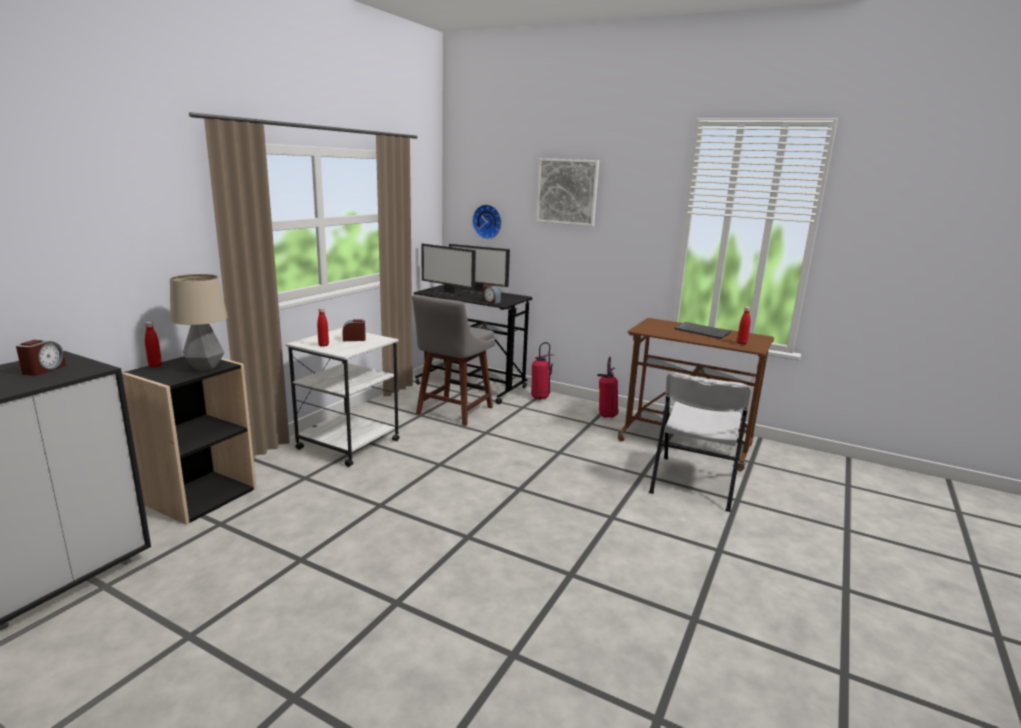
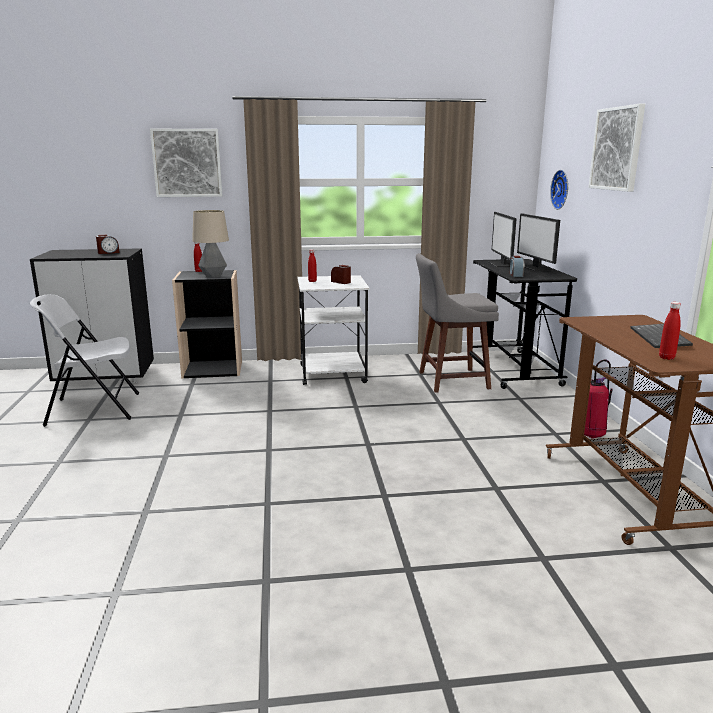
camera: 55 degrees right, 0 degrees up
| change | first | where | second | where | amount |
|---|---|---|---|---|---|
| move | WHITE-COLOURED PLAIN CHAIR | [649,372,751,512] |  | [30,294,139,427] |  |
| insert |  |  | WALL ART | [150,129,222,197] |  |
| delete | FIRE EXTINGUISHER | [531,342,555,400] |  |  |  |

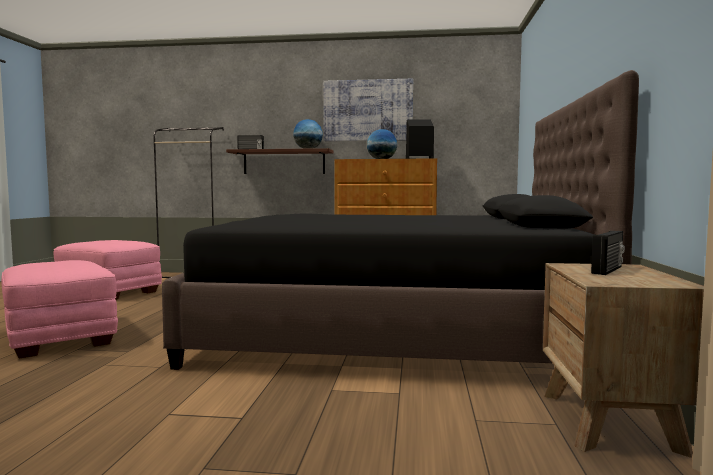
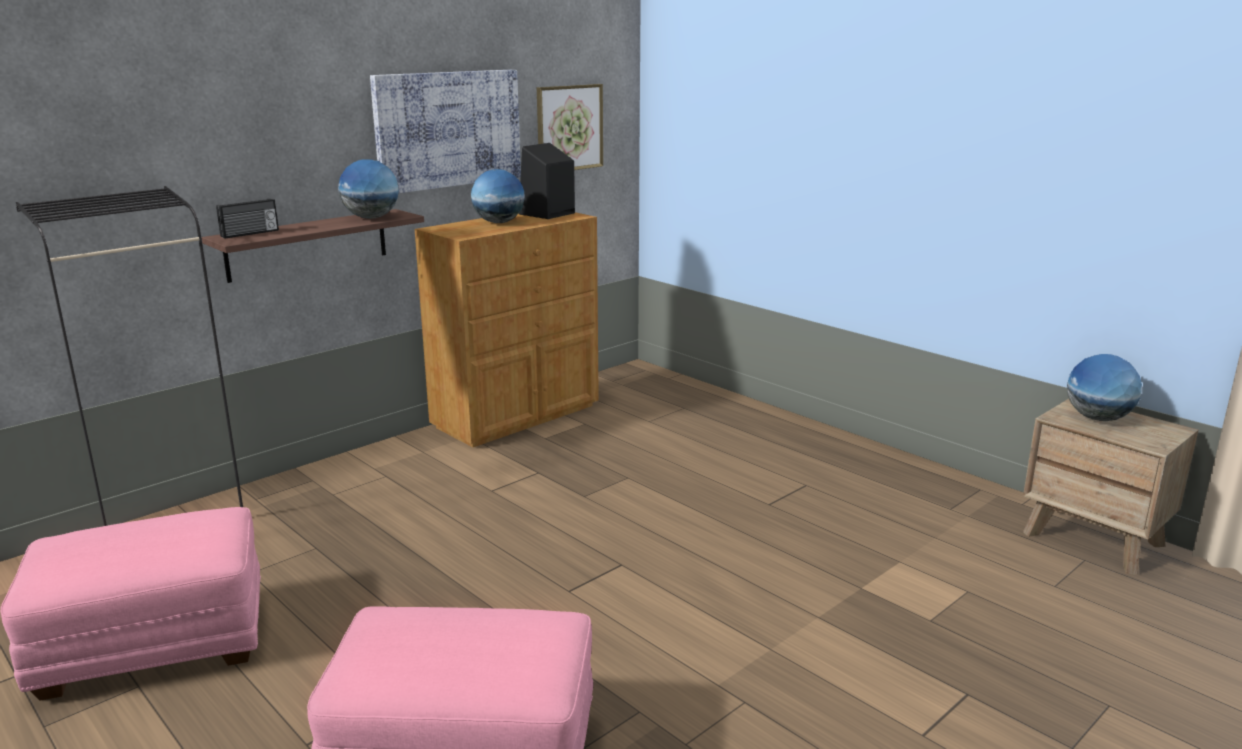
camera: 50 degrees left, 15 degrees up
| change | first | where | second | where | amount |
|---|---|---|---|---|---|
| insert |  |  | WALL ART | [537,84,603,170] |  |
| replace | RADIO RECEIVER | [591,231,625,275] | DESK GLOBE | [1067,354,1142,421] |  |
| delete | BLACK BEDROOM BED | [162,70,639,370] |  |  |  |

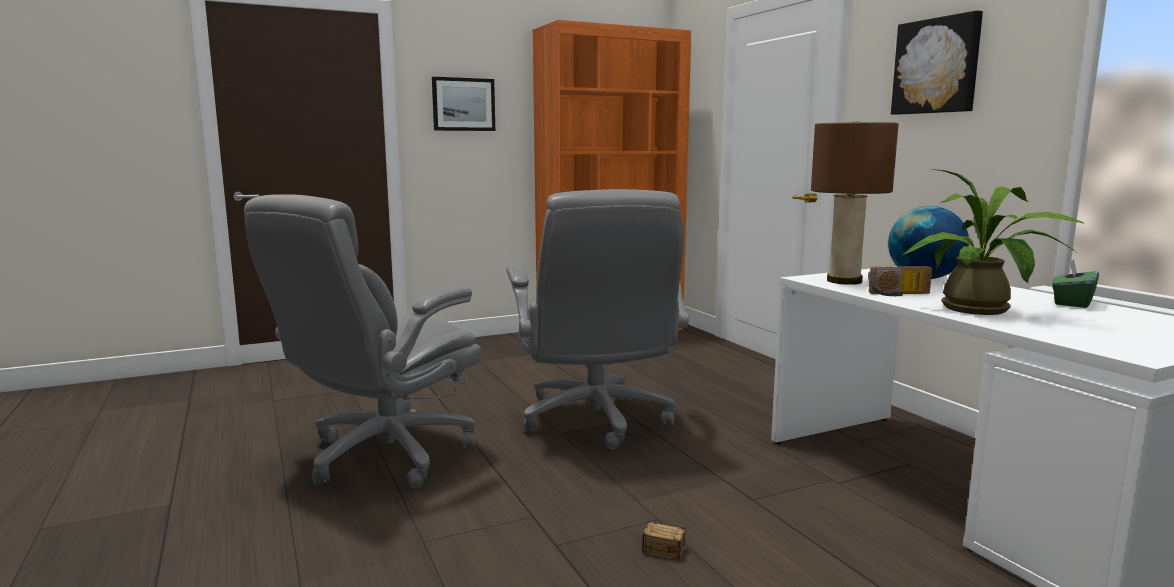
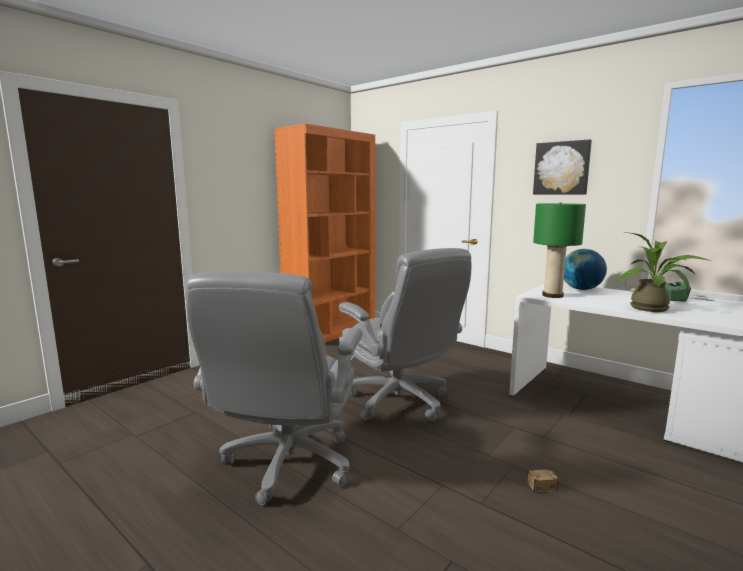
camera: 25 degrees left, 0 degrees up
| change | first | where | second | where | amount |
|---|---|---|---|---|---|
| recolor | BROWNISH TABLETOP LAMP | [811,121,899,285] | GREENISH TABLETOP LAMP | [533,202,586,298] |  |
| delete | WALL ART | [432,77,495,131] |  |  |  |
| delete | RADIO RECEIVER | [868,266,932,296] |  |  |  |

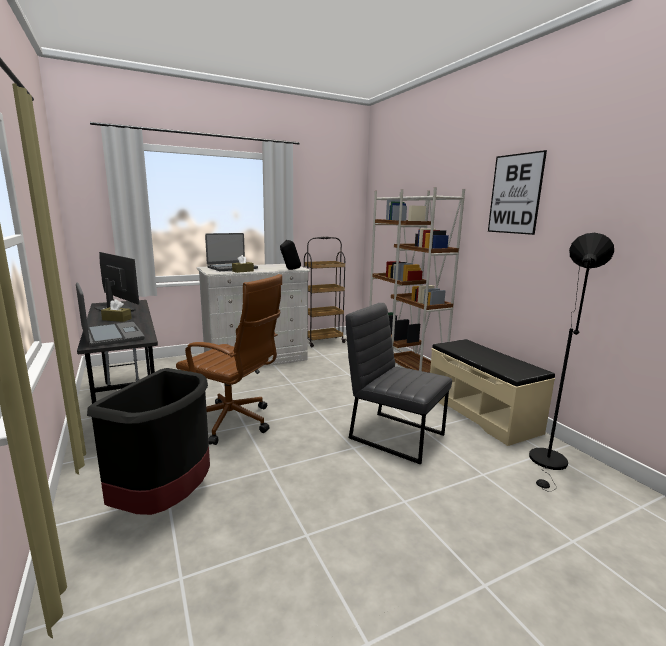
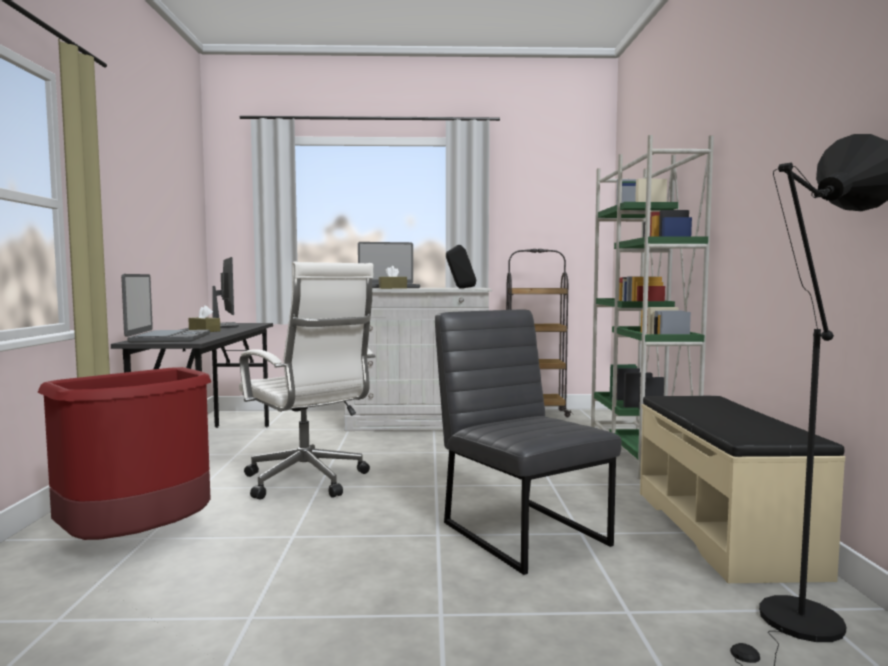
camera: 25 degrees right, 10 degrees down
| change | first | where | second | where | amount |
|---|---|---|---|---|---|
| recolor | BLACK RUBBISH BIN | [87,368,210,515] | RED RUBBISH BIN | [38,367,211,540] |  |
| recolor | BROWNISH COMPUTER CHAIR | [176,274,282,445] | WHITE-COLOURED COMPUTER CHAIR | [239,261,376,500] |  |
| recolor | BROWNISH SHELVING UNIT | [369,187,465,373] | GREENISH SHELVING UNIT | [591,135,714,479] |  |
| delete | WALL ART | [488,150,547,235] |  |  |  |

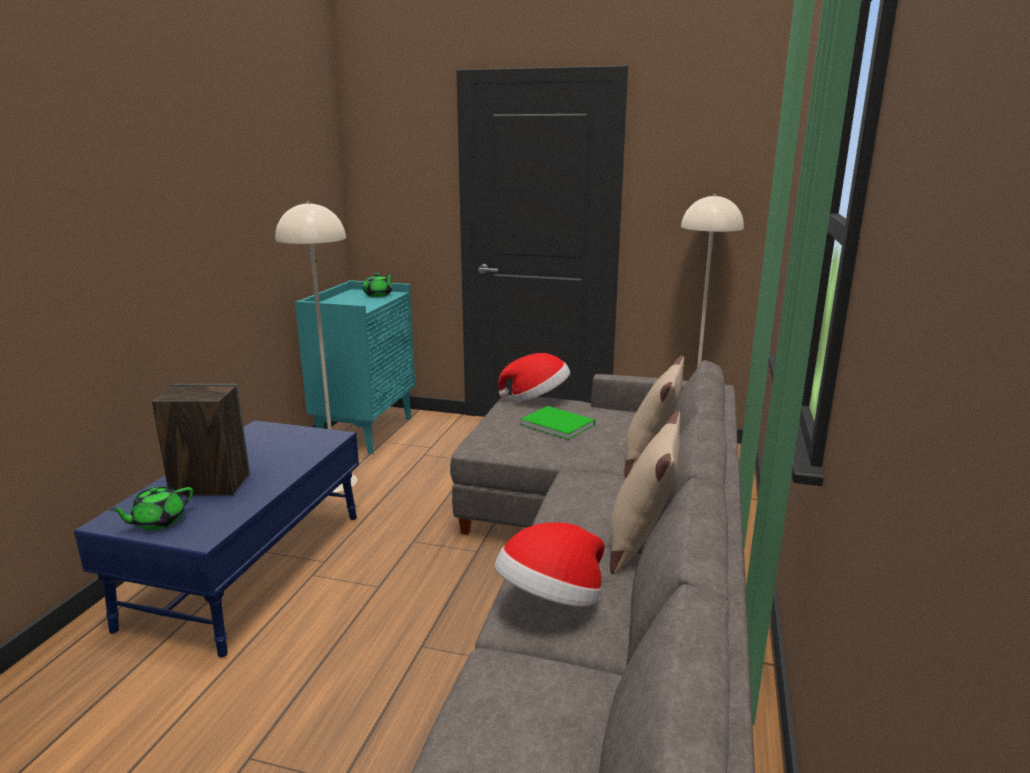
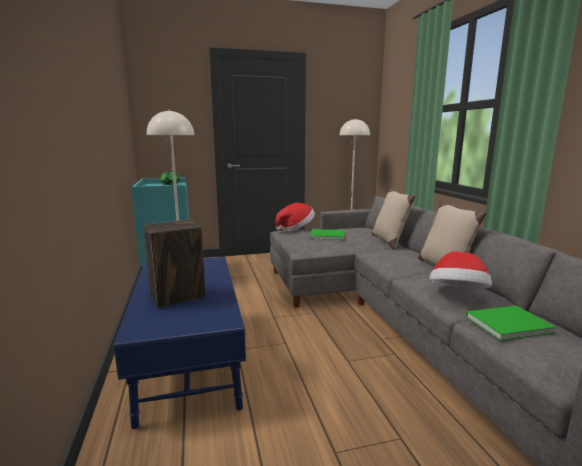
camera: 30 degrees left, 5 degrees down
| change | first | where | second | where | amount |
|---|---|---|---|---|---|
| insert |  |  | GREENISH BOUND BOOK | [466,306,556,341] |  |
| delete | GREENISH TEAPOT | [109,487,193,530] |  |  |  |

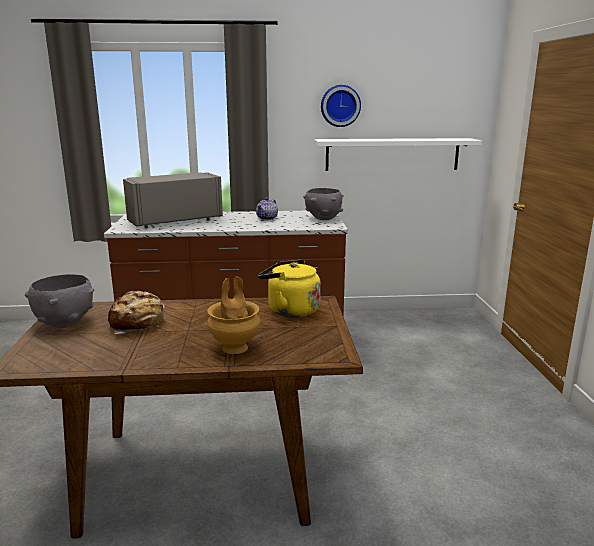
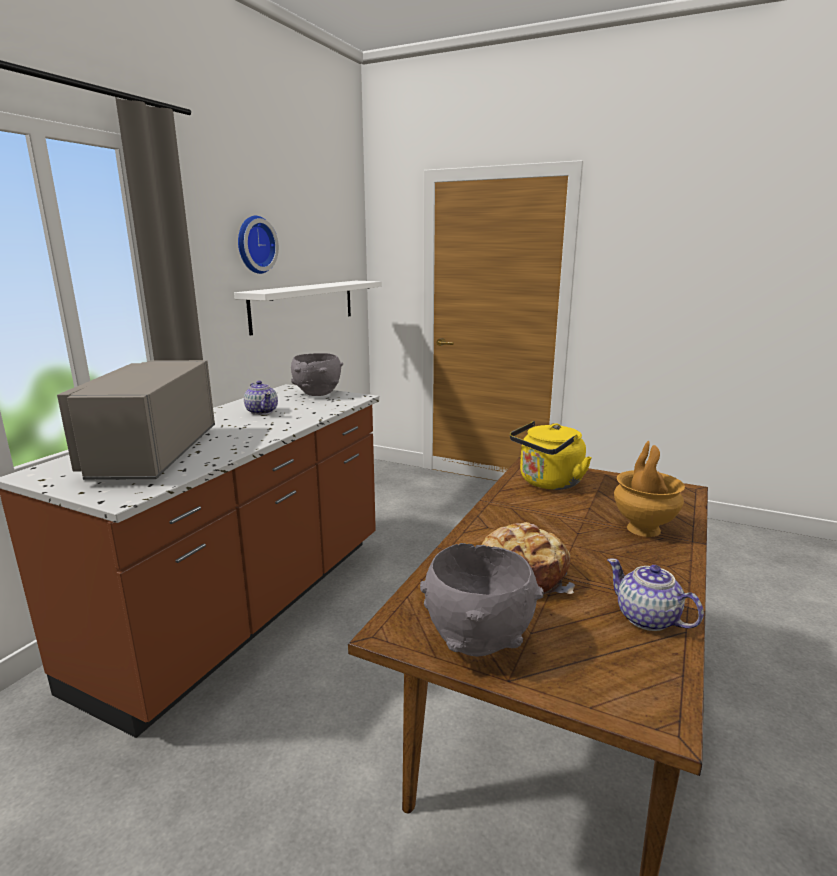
camera: 60 degrees left, 0 degrees up
| change | first | where | second | where | amount |
|---|---|---|---|---|---|
| insert |  |  | TEAPOT | [607,558,704,631] |  |

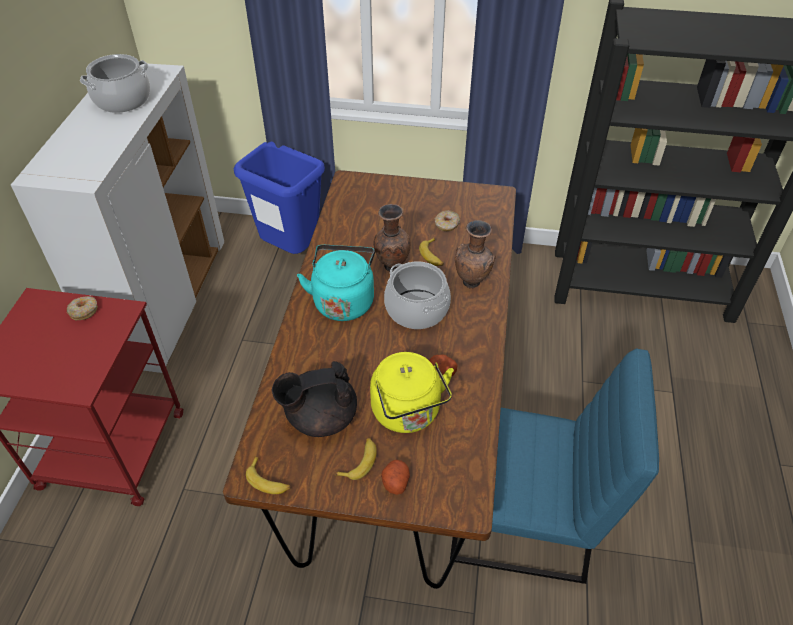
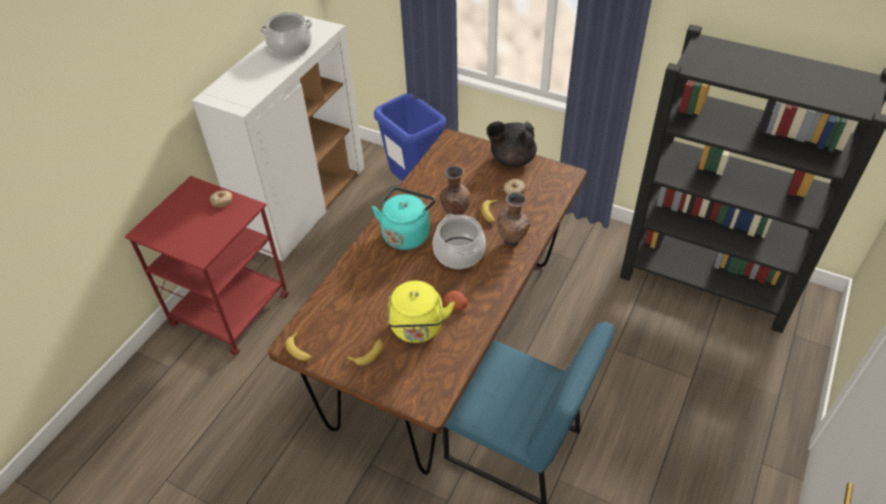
camera: 20 degrees right, 0 degrees up
| change | first | where | second | where | amount |
|---|---|---|---|---|---|
| move | BLACK TEAPOT | [272,361,357,437] |  | [486,121,537,167] |  |
| delete | WHOLE POTATO | [381,460,410,495] |  |  |  |

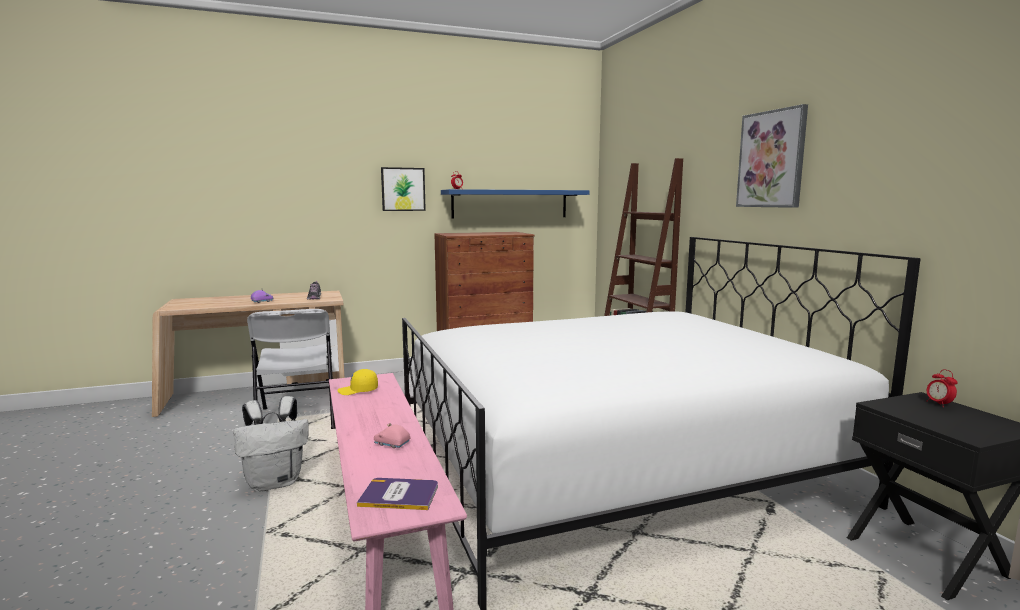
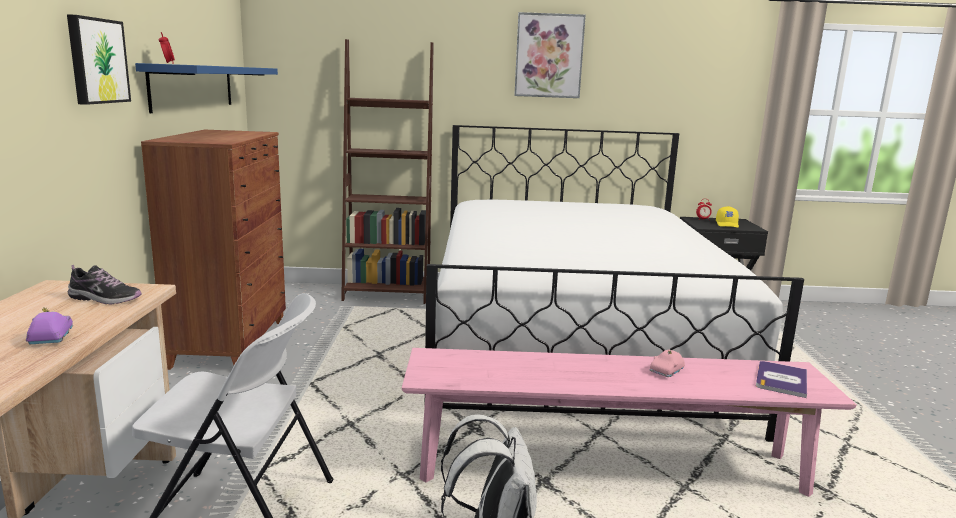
camera: 70 degrees left, 5 degrees up
| change | first | where | second | where | amount |
|---|---|---|---|---|---|
| move | YELLOWISH CAP | [337,369,378,395] |  | [716,206,739,228] |  |

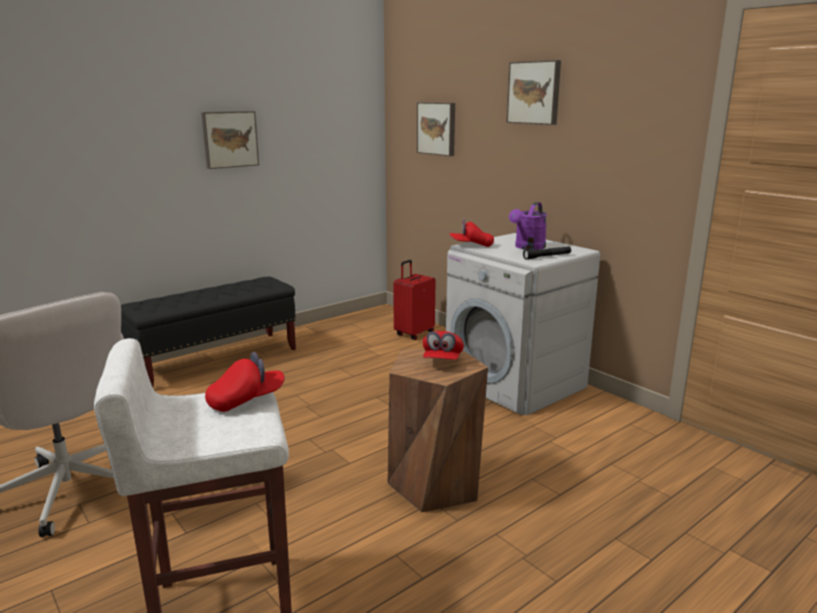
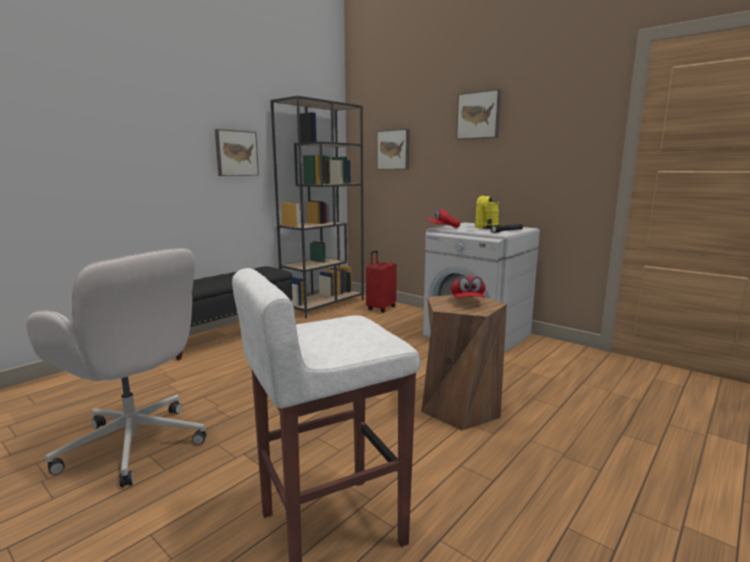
camera: 10 degrees left, 5 degrees down
| change | first | where | second | where | amount |
|---|---|---|---|---|---|
| insert |  |  | SHELVING UNIT | [270,96,364,318] |  |
| recolor | PURPLISH WATERING POT | [509,202,547,250] | YELLOWISH WATERING POT | [475,194,500,229] |  |
| delete | RED CAP | [205,352,285,412] |  |  |  |

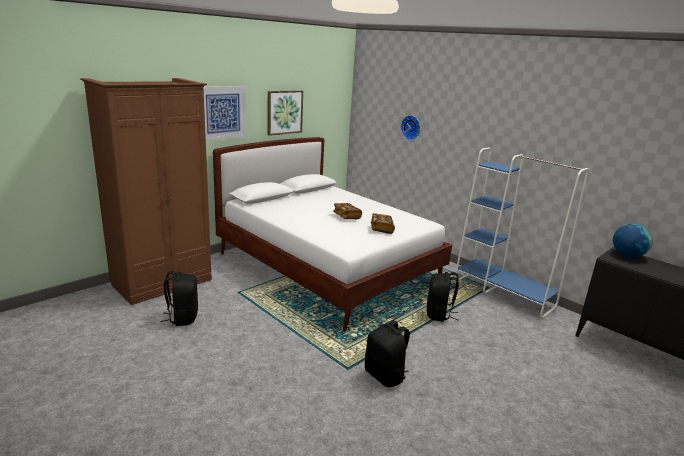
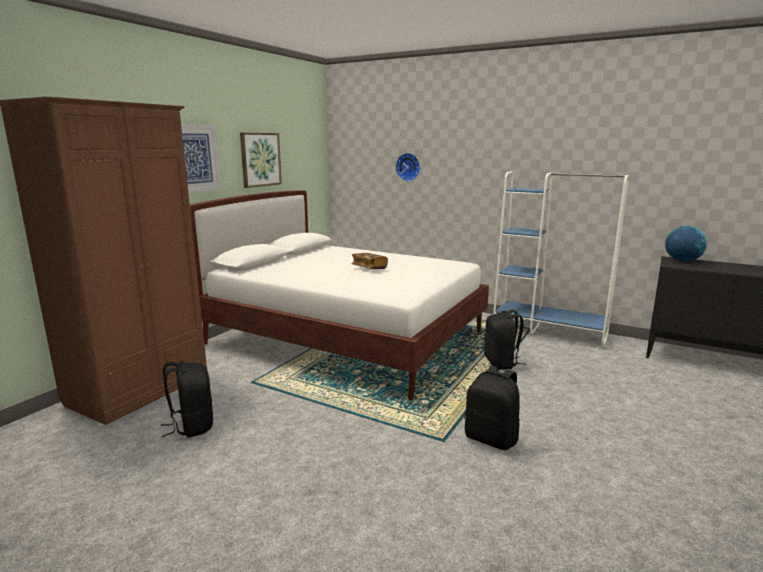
camera: 15 degrees left, 5 degrees down
| change | first | where | second | where | amount |
|---|---|---|---|---|---|
| delete | BOUND BOOK | [371,213,395,234] |  |  |  |

